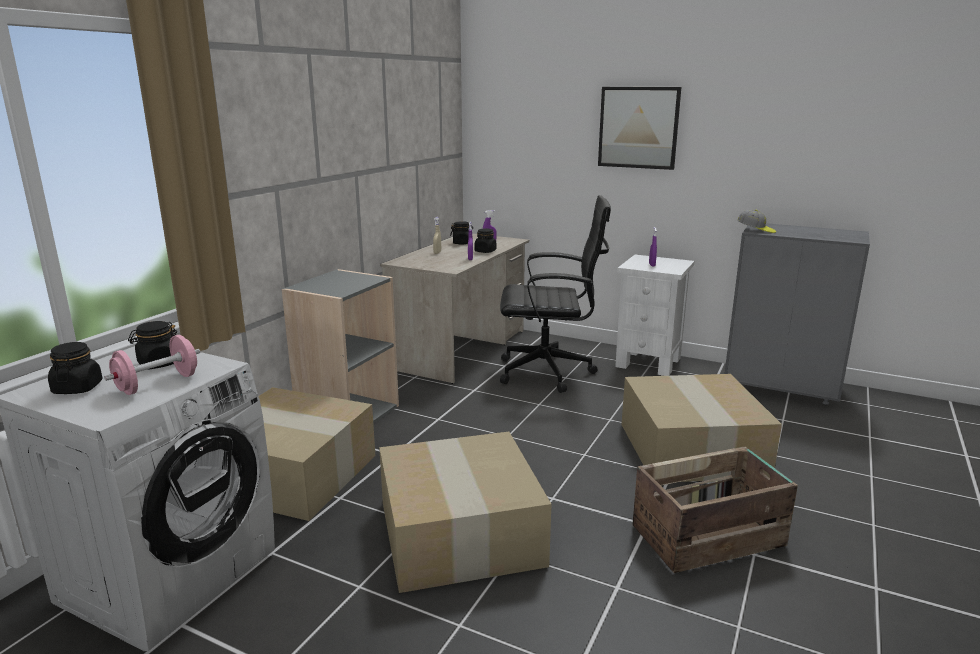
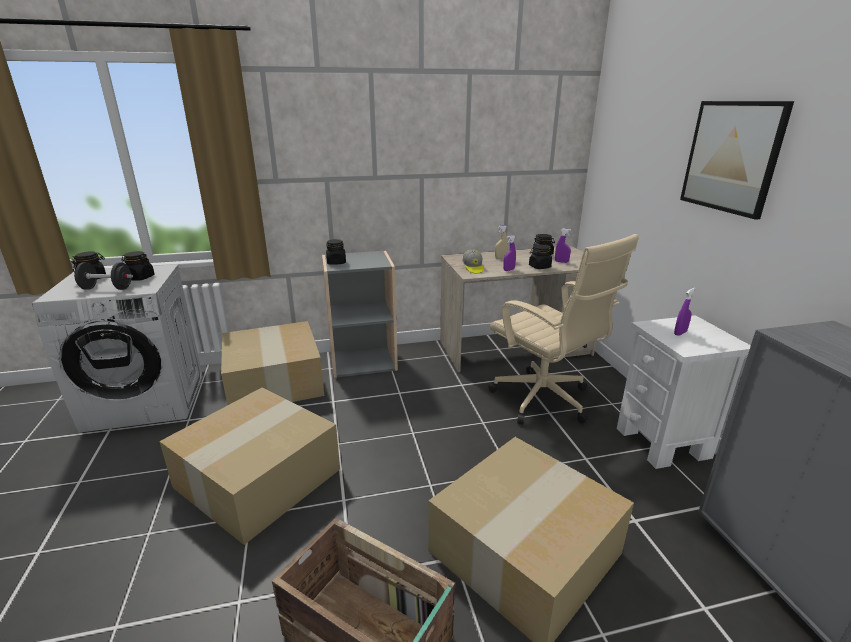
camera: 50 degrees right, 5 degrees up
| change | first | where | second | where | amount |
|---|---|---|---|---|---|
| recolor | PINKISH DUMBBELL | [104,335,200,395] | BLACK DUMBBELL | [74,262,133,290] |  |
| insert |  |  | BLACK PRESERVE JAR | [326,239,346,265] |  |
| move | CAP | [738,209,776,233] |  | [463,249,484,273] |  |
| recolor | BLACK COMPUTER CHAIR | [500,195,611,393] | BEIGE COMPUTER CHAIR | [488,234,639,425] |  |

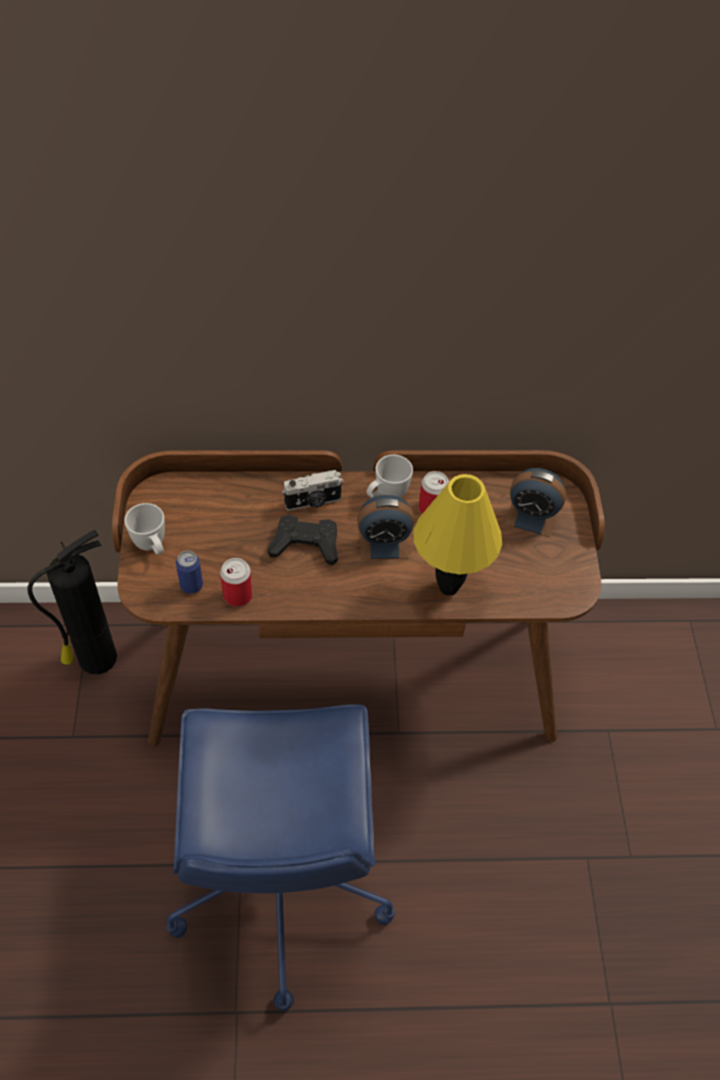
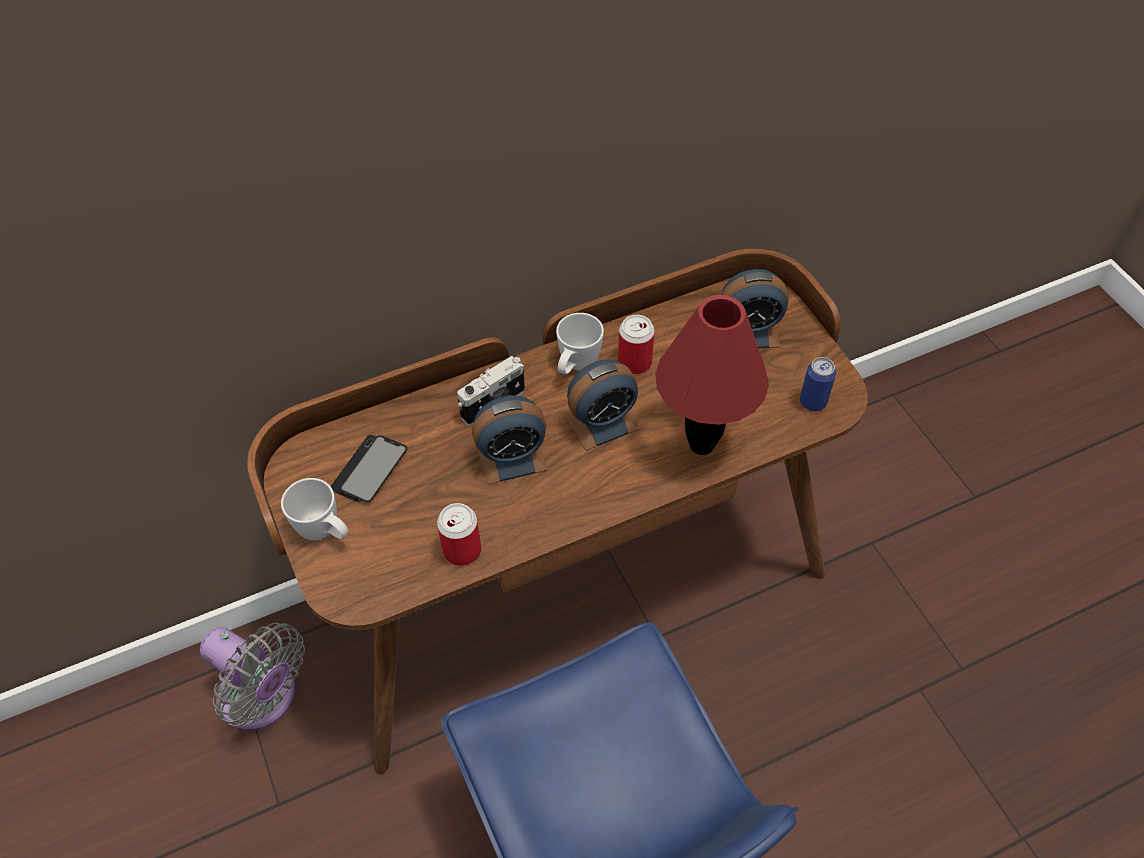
camera: 20 degrees left, 0 degrees up
| change | first | where | second | where | amount |
|---|---|---|---|---|---|
| replace | FIRE EXTINGUISHER | [28,530,117,675] | GREY ELECTRIC FAN | [200,623,305,731] |  |
| insert |  |  | TELEPHONE | [331,435,408,502] |  |
| replace | BLACK GAME CONTROLLER | [268,514,338,565] | ALARM CLOCK | [472,395,548,485] |  |
| recolor | YELLOWISH TABLETOP LAMP | [413,474,502,596] | RED TABLETOP LAMP | [655,295,769,455] |  |
| move | METAL CAN | [176,551,203,594] |  | [800,357,836,411] |  |

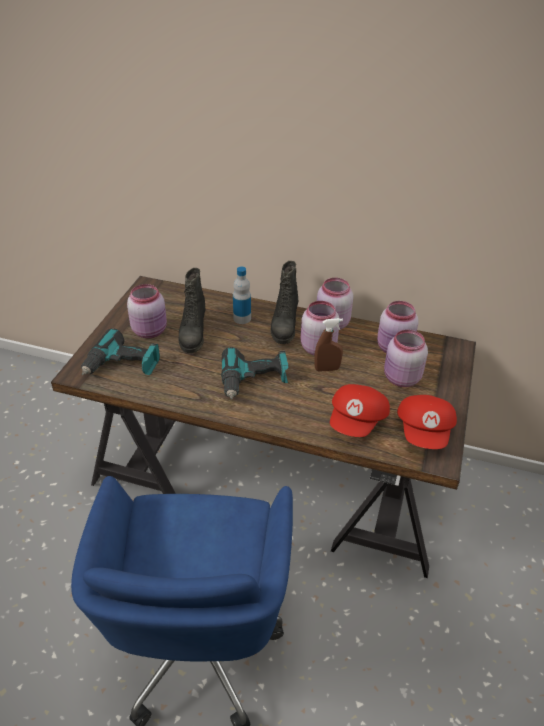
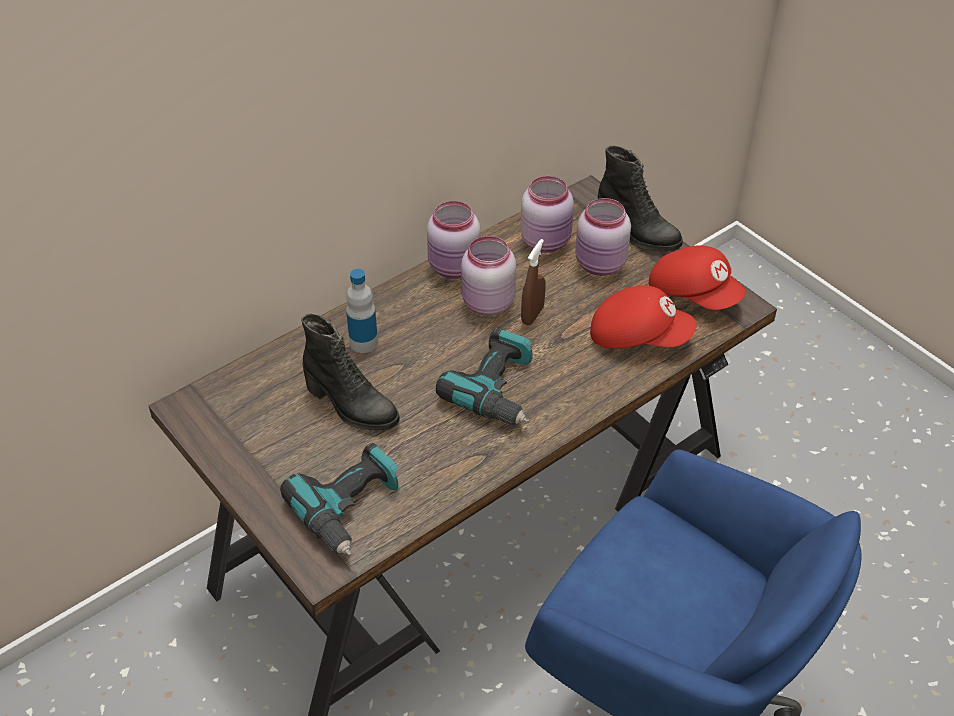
camera: 55 degrees left, 5 degrees up
| change | first | where | second | where | amount |
|---|---|---|---|---|---|
| rotate | RED CAP | [330,384,390,437] |  | [590,286,697,349] | 45 degrees counterclockwise |
| move | BLACK BOOT | [271,261,298,344] |  | [598,146,683,252] |  |
| delete | PINKISH PRESERVE JAR | [127,284,167,338] |  |  |  |

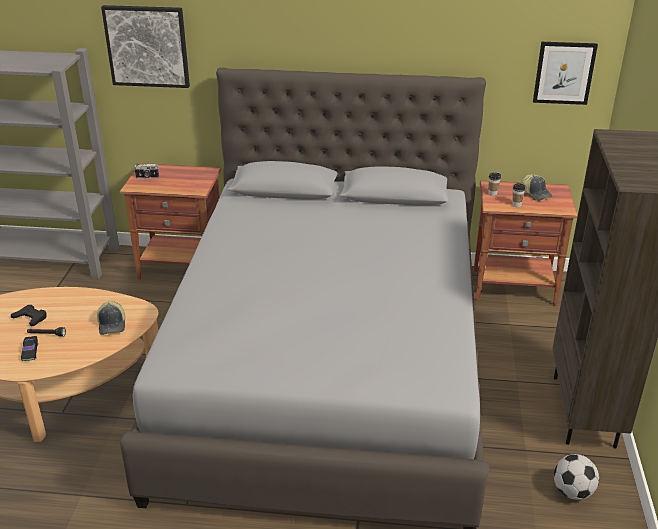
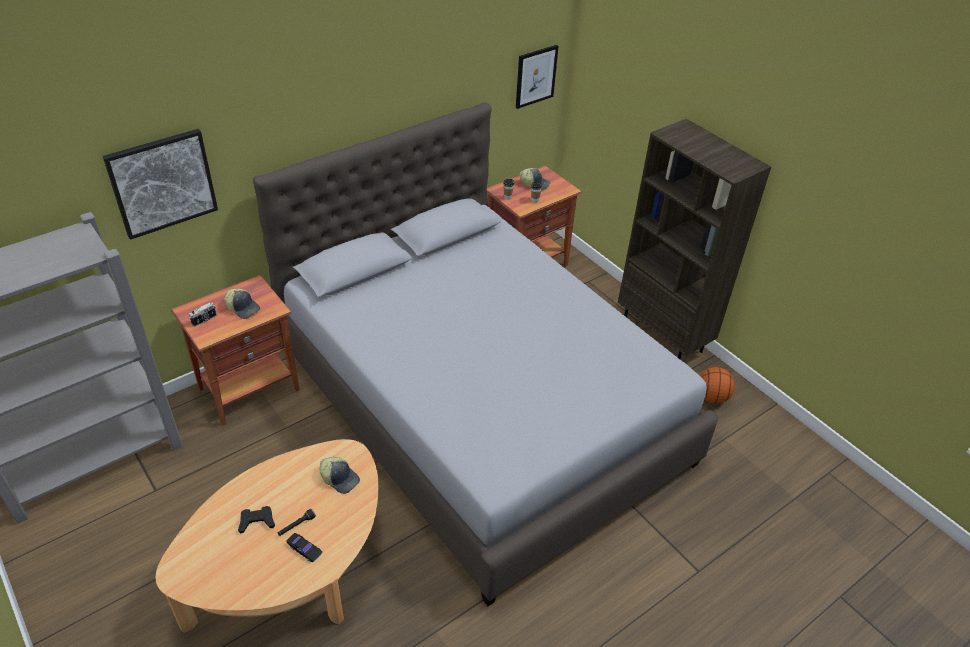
camera: 45 degrees left, 10 degrees up
| change | first | where | second | where | amount |
|---|---|---|---|---|---|
| insert |  |  | CAP | [224,288,260,319] |  |
| replace | FOOTBALL BALL | [554,454,599,500] | BASKETBALL BALL | [700,367,735,403] |  |

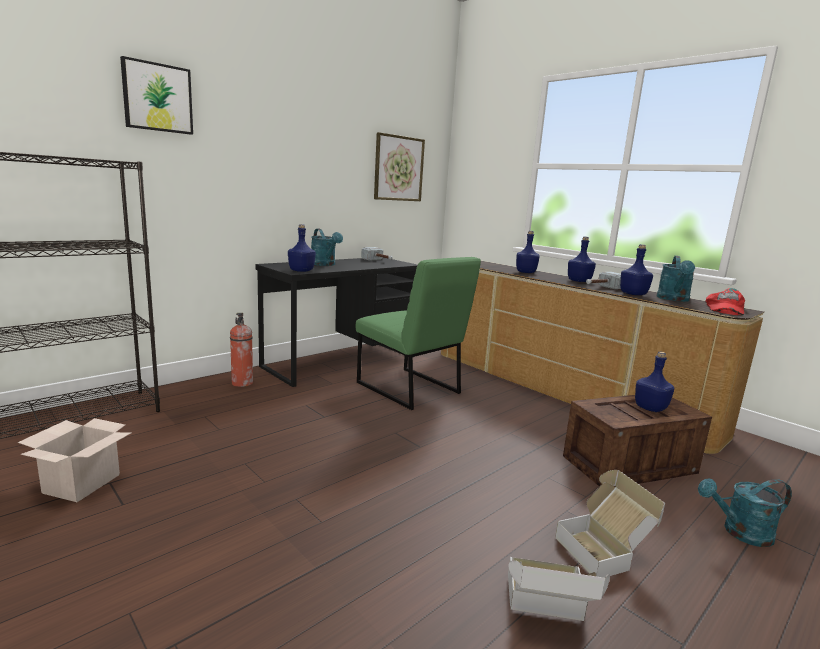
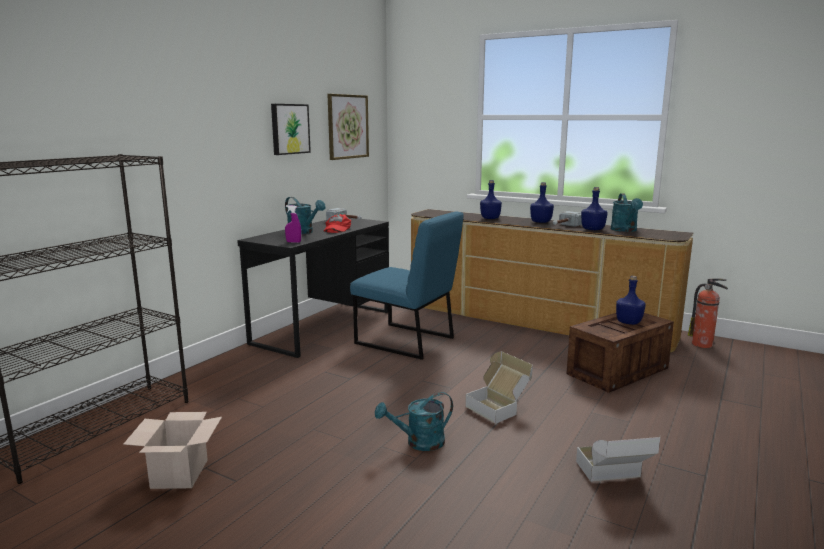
camera: 15 degrees left, 0 degrees up
| change | first | where | second | where | amount |
|---|---|---|---|---|---|
| move | WALL ART | [120,56,193,135] |  | [271,104,311,155] |  |
| replace | BLUE-COLOURED BEVERAGE BOTTLE | [288,224,316,272] | PURPLISH SPRAYER | [285,205,301,243] |  |
| move | RED CAP | [705,288,745,315] |  | [324,213,351,233] |  |
| recolor | GREENISH PLAIN CHAIR | [356,257,481,410] | BLUE-COLOURED PLAIN CHAIR | [350,211,464,360] |  |
| move | TURQUOISE WATERING POT | [698,478,792,547] |  | [375,392,453,451] |  |
| move | CARDBOARD BOX | [555,470,665,578] |  | [465,351,533,424] |  |
| move | FIRE EXTINGUISHER | [230,313,253,387] |  | [688,278,728,348] |  |

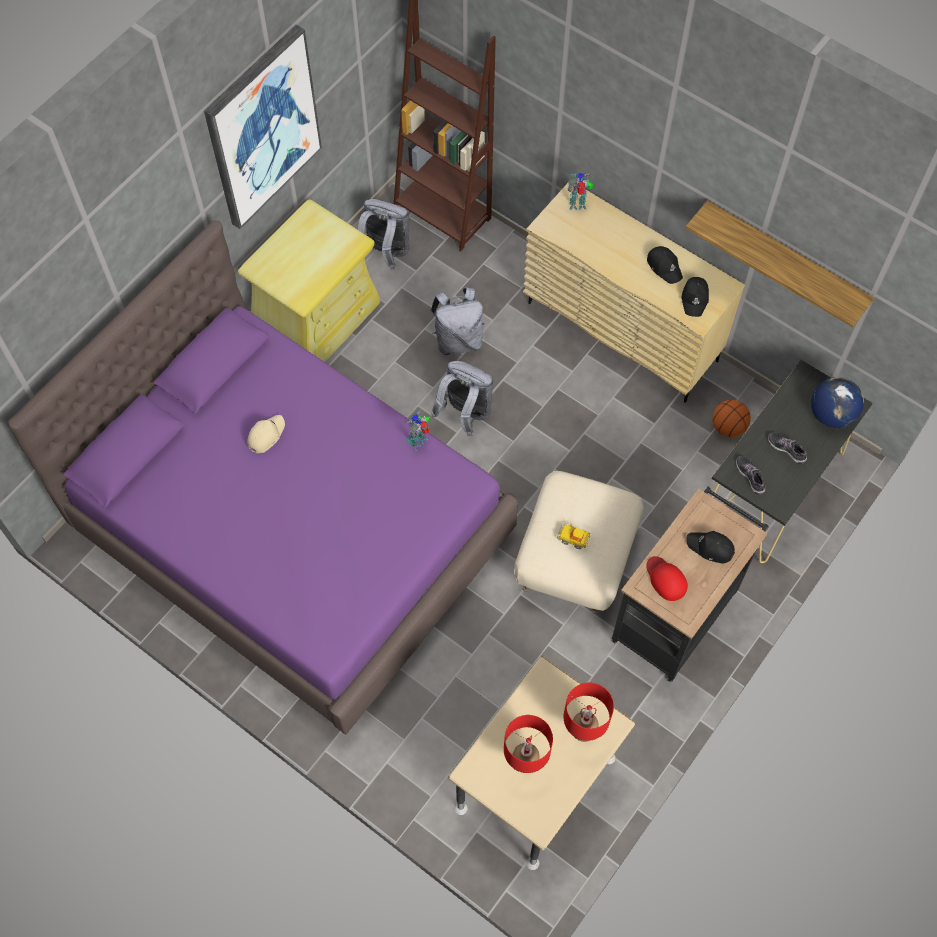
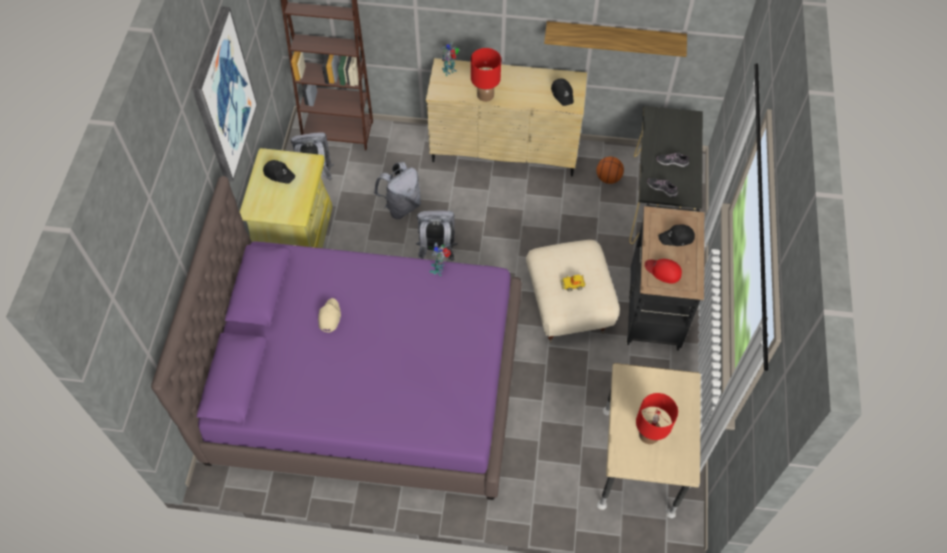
camera: 30 degrees left, 5 degrees down
| change | first | where | second | where | amount |
|---|---|---|---|---|---|
| move | BLACK CAP | [647,246,683,284] |  | [263,160,295,184] |  |
| move | RED TABLETOP LAMP | [563,683,614,742] |  | [471,48,501,102] |  |
| delete | DESK GLOBE | [811,377,864,428] |  |  |  |

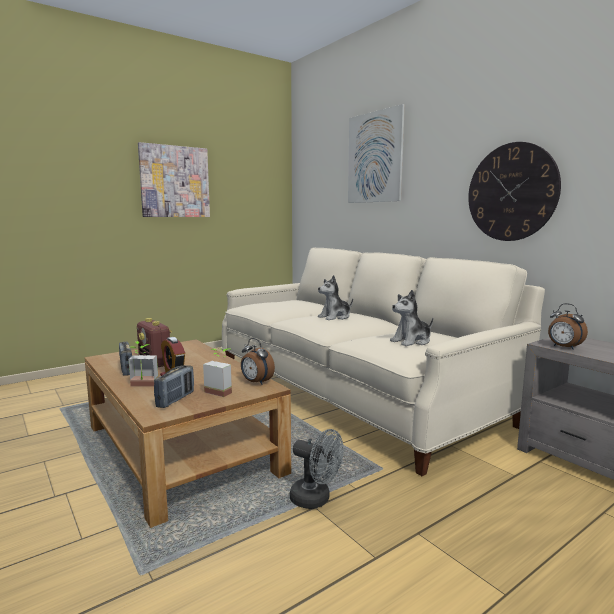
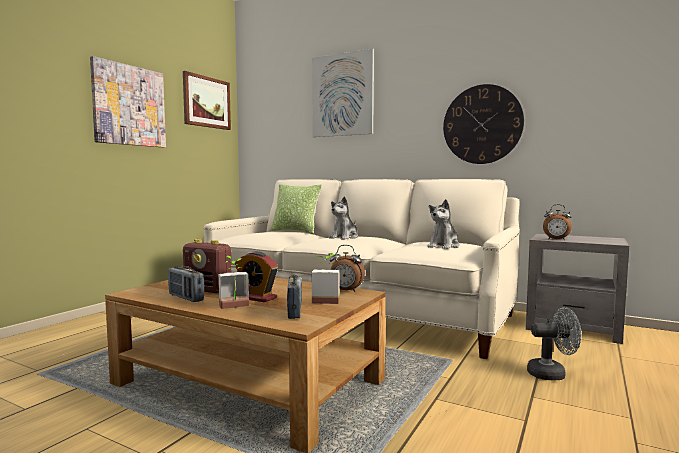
camera: 25 degrees left, 5 degrees down
| change | first | where | second | where | amount |
|---|---|---|---|---|---|
| insert |  |  | WALL ART | [183,71,231,130] |  |
| insert |  |  | THROW PILLOW | [270,184,322,234] |  |
| move | GREY ELECTRIC FAN | [290,429,343,509] |  | [527,307,581,380] |  |

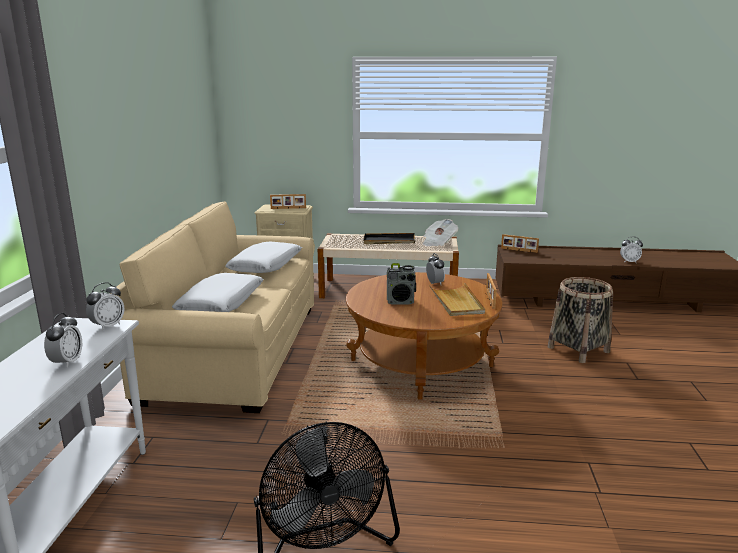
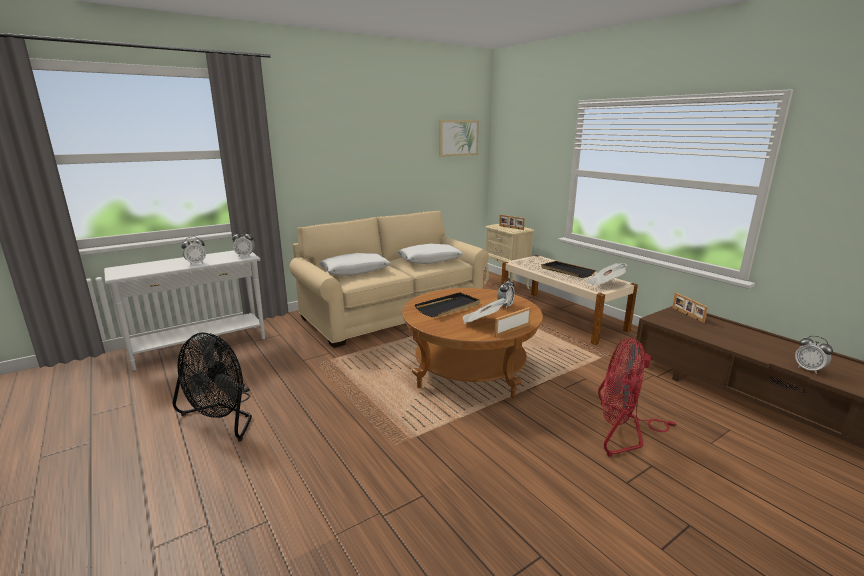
camera: 50 degrees right, 0 degrees up
| change | first | where | second | where | amount |
|---|---|---|---|---|---|
| replace | RADIO RECEIVER | [387,263,416,305] | BLACK CARRYING TRAY | [415,292,480,317] |  |
| insert |  |  | WALL ART | [439,120,479,157] |  |
| replace | BEIGE CARRYING TRAY | [429,283,485,316] | PRINTED PAPER | [463,298,508,324] |  |
| replace | STORAGE BASKET | [547,277,613,363] | RED ELECTRIC FAN | [598,338,677,457] |  |

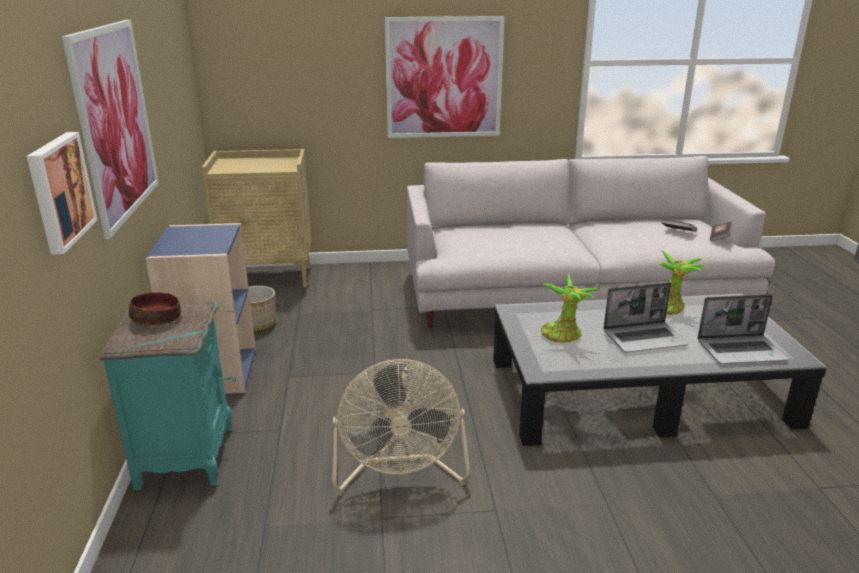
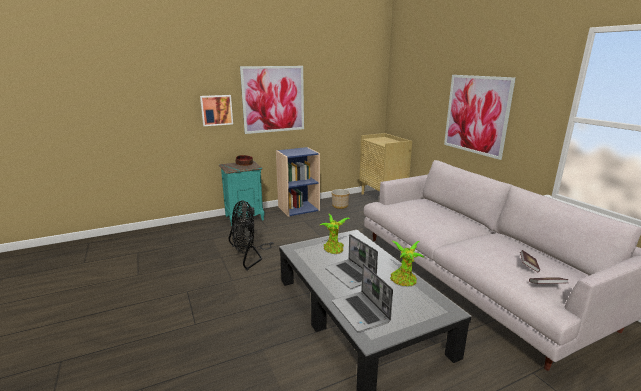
camera: 70 degrees right, 5 degrees down
| change | first | where | second | where | amount |
|---|---|---|---|---|---|
| recolor | BEIGE ELECTRIC FAN | [332,359,470,495] | BLACK ELECTRIC FAN | [229,200,274,271] |  |

